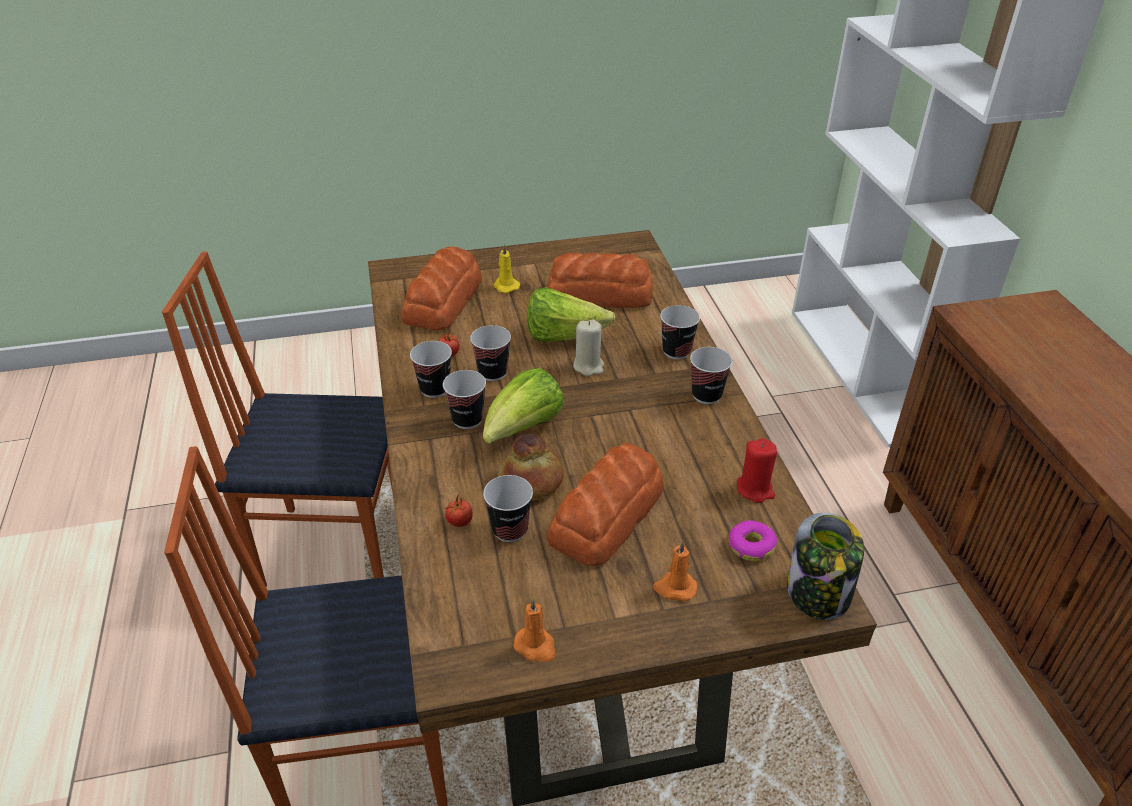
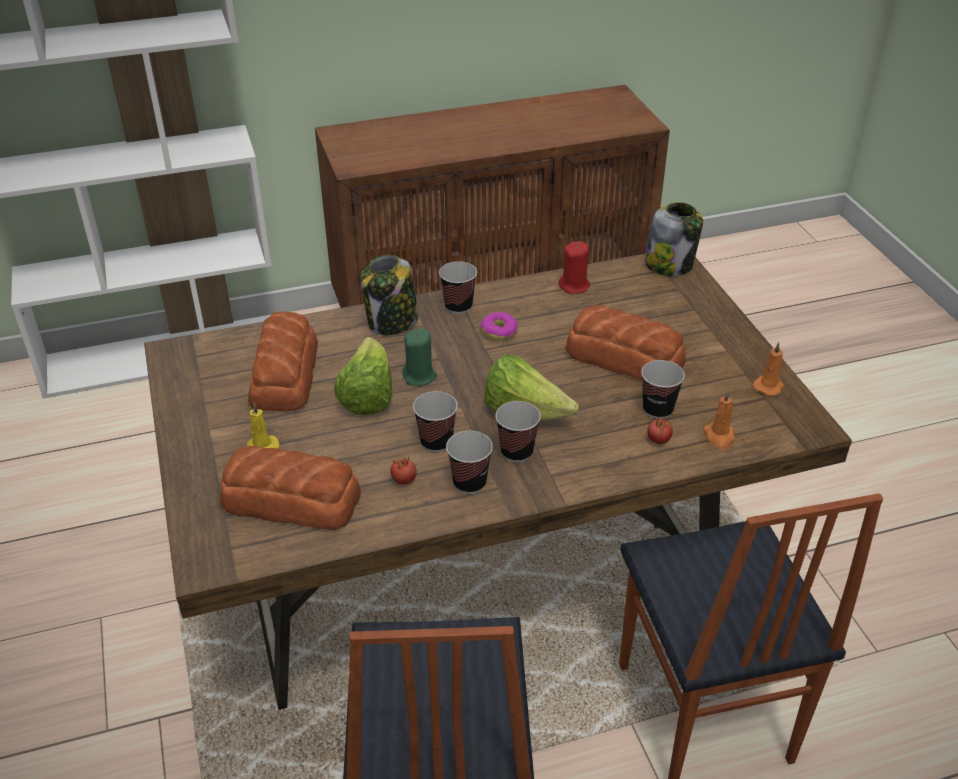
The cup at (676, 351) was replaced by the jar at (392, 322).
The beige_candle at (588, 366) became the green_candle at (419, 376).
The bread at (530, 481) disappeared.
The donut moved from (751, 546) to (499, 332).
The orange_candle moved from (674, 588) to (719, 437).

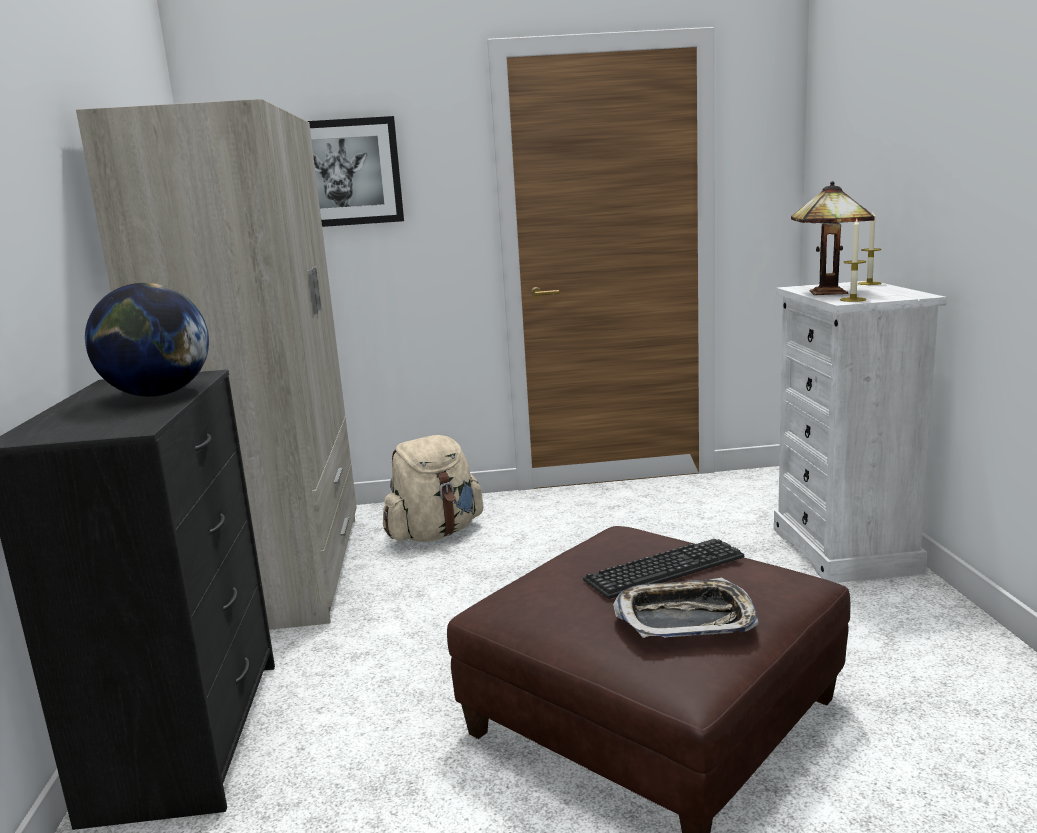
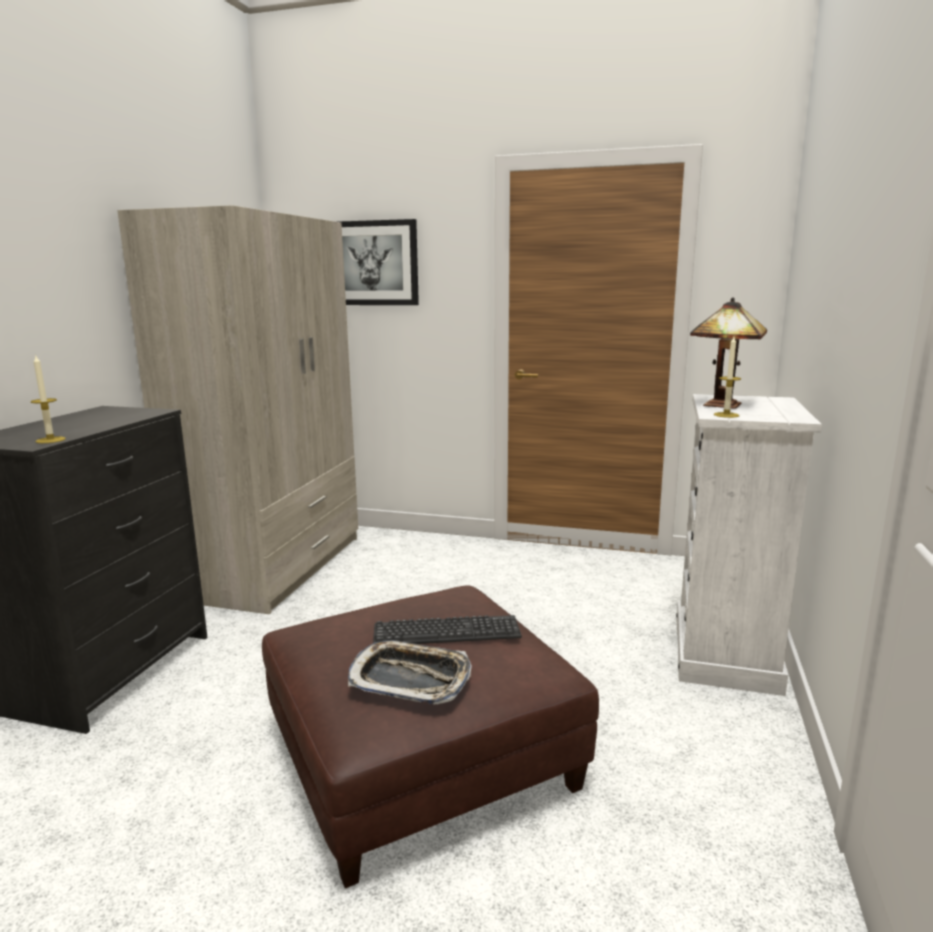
The candle moved from (869, 283) to (50, 440).
The globe at (158, 394) disappeared.
The beige_backpack at (435, 534) disappeared.

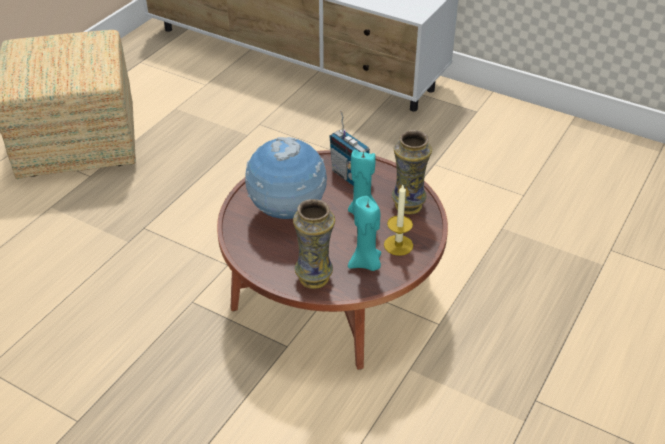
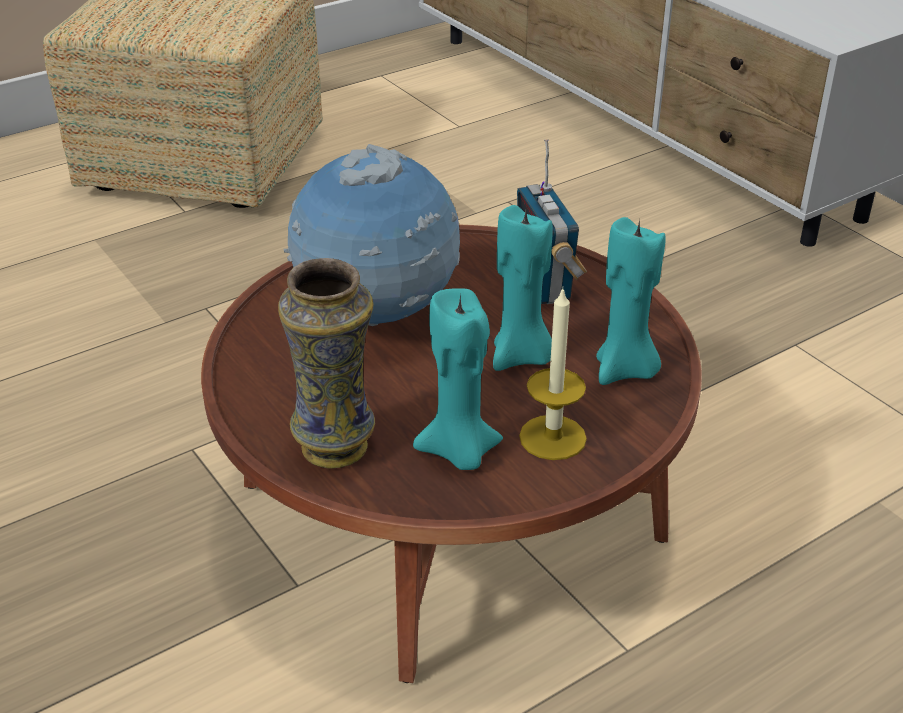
The vase at (408, 206) was replaced by the turquoise_candle at (625, 370).

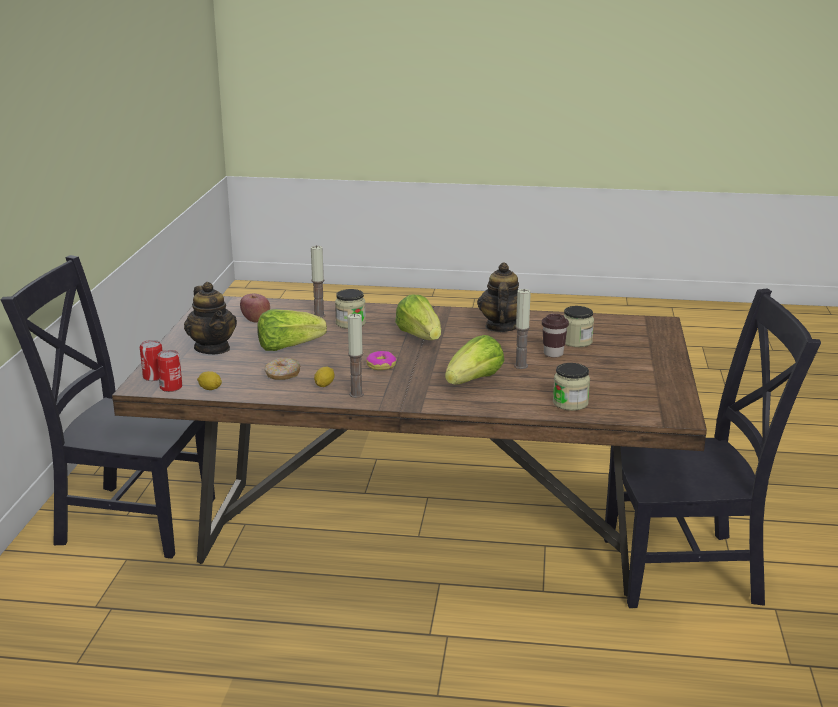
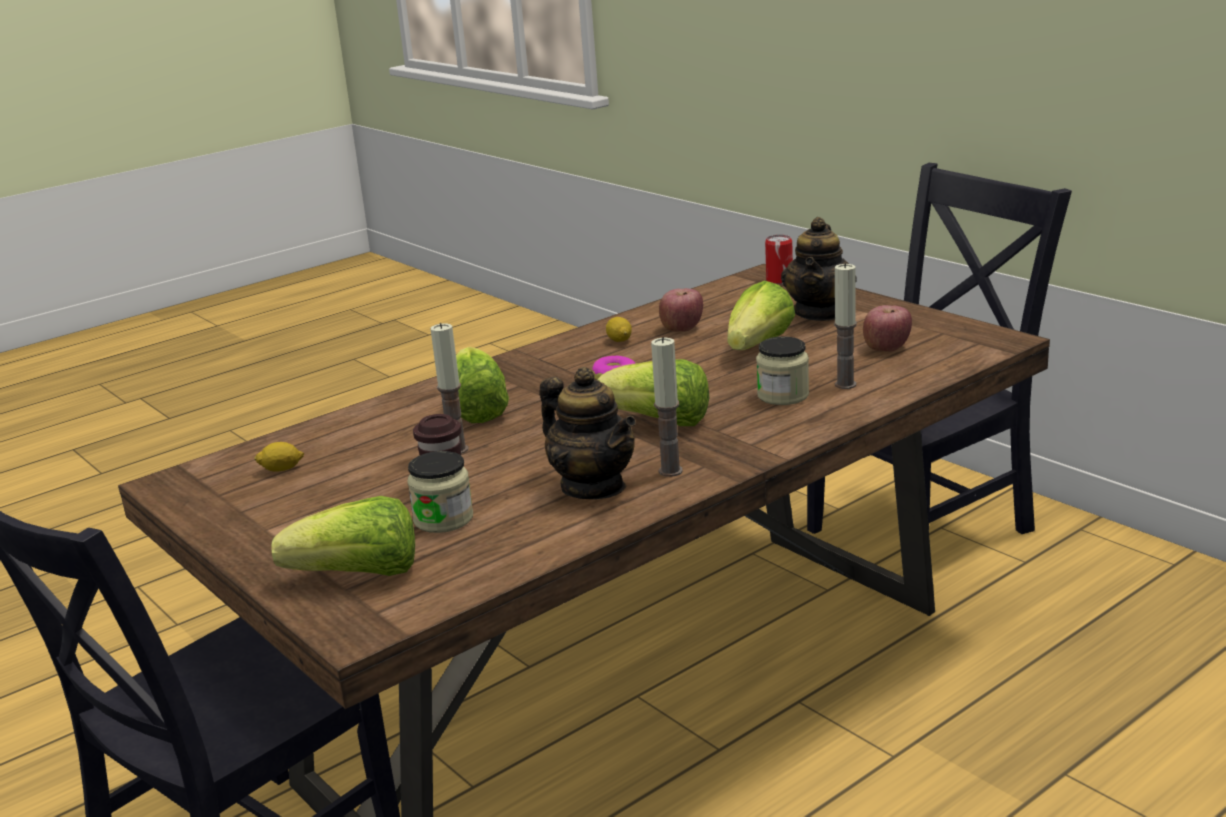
The teapot at (212, 348) turned 90 degrees counterclockwise.
The candle moved from (356, 394) to (670, 471).
The can at (171, 387) disappeared.
The donut at (282, 375) was replaced by the apple at (681, 328).
The jar at (570, 403) disappeared.
The lemon moved from (210, 388) to (282, 469).
The lettuce at (359, 575) appeared.

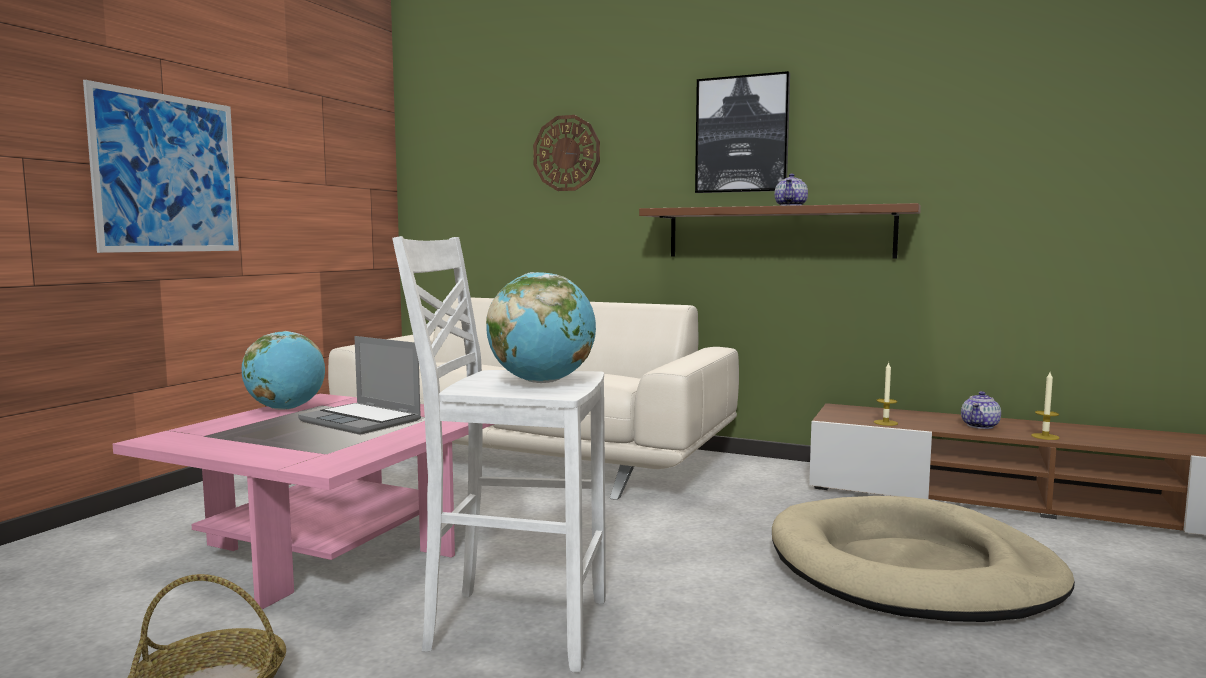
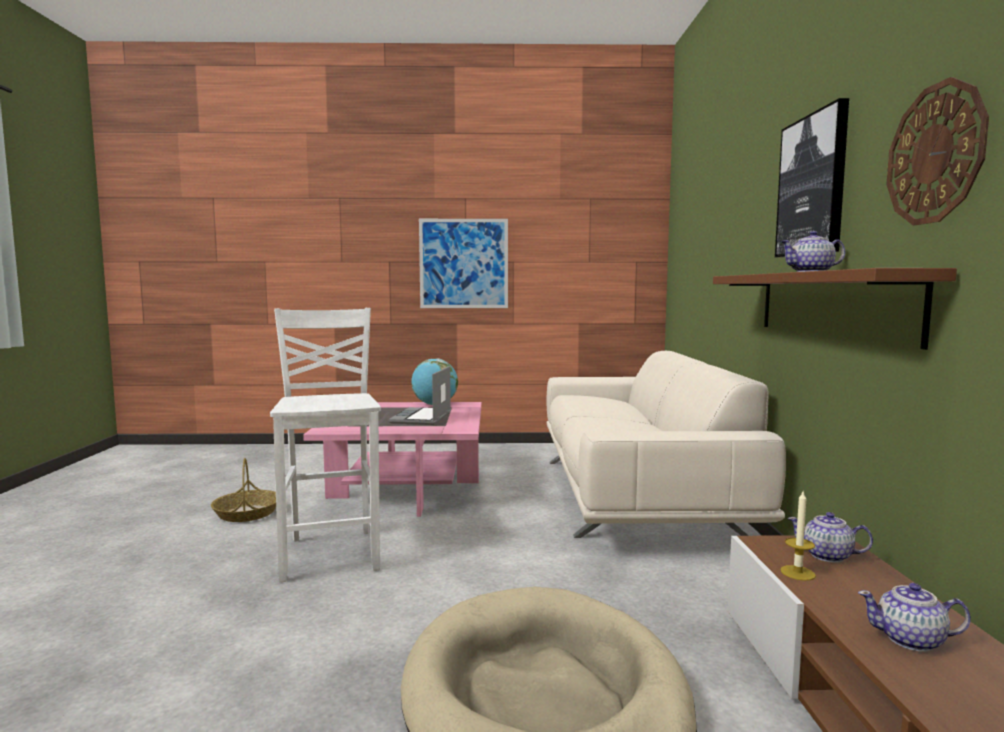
The wall_clock moved from (566, 153) to (935, 154).
The globe at (542, 382) disappeared.
The candle at (1045, 436) disappeared.
The teapot at (828, 556) appeared.

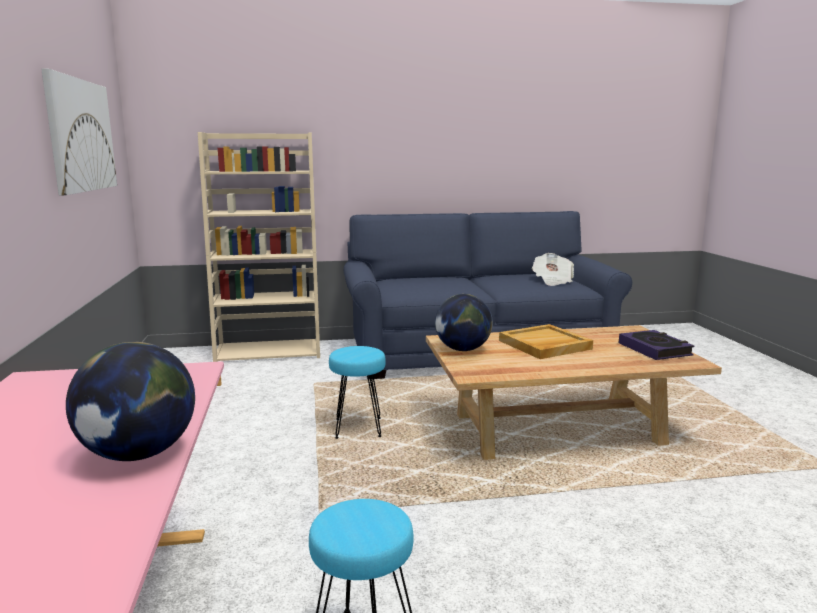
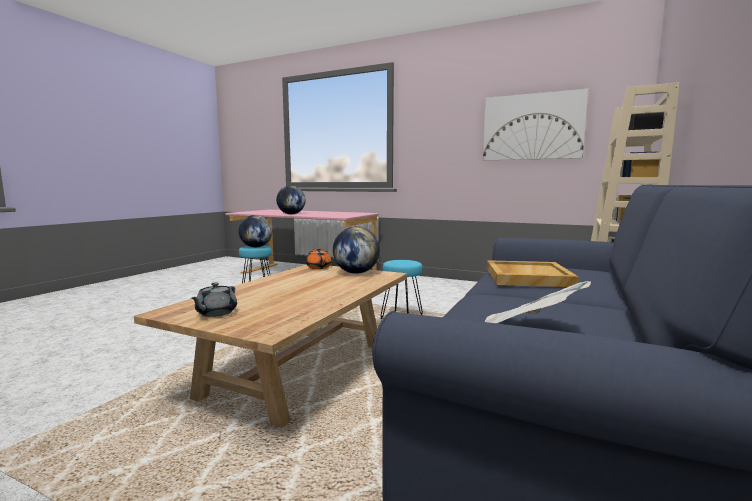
The beige_tray moved from (544, 345) to (526, 277).
The book at (654, 349) was replaced by the grey_teapot at (215, 313).
The globe at (256, 247) appeared.
The orange_teapot at (318, 267) appeared.

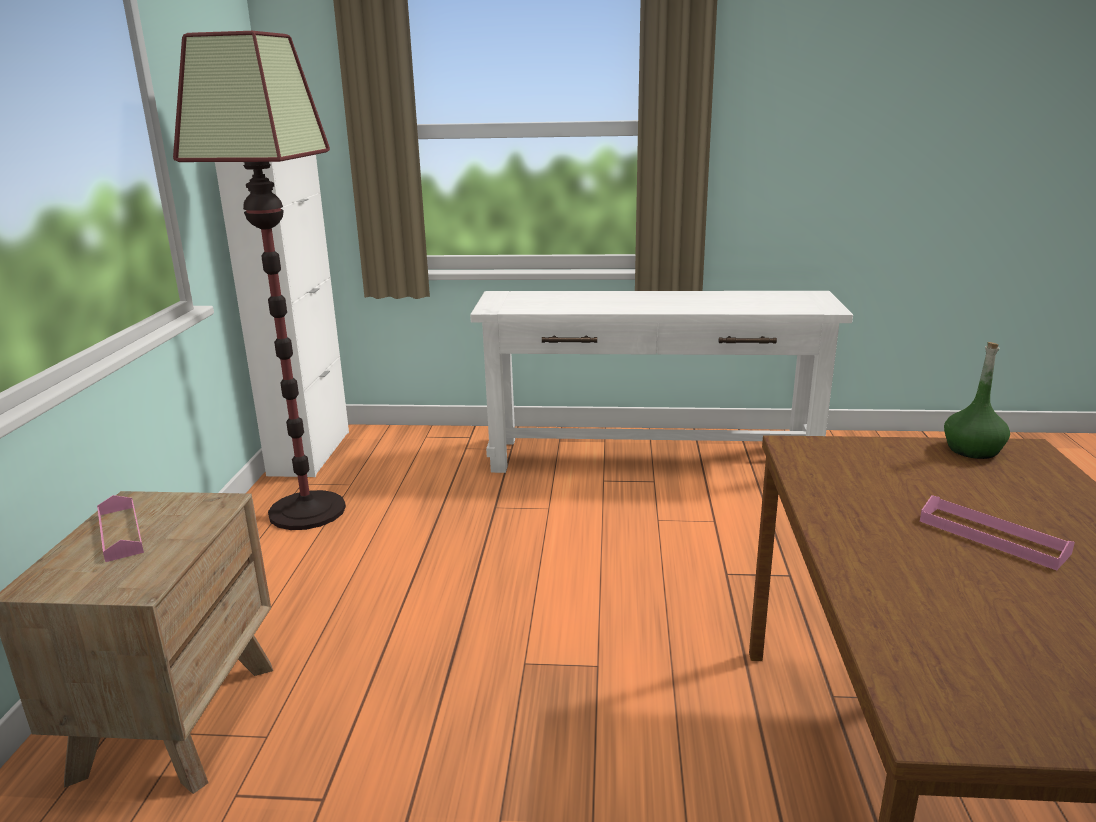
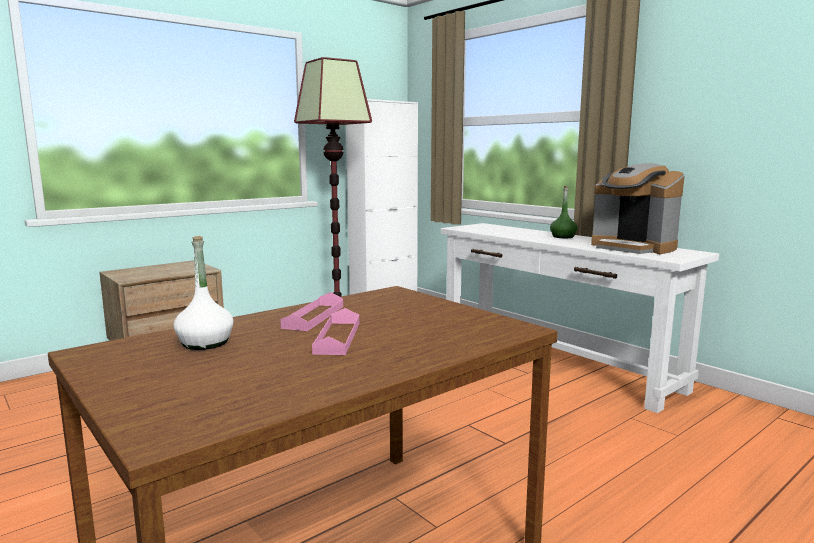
The green_bottle moved from (972, 450) to (563, 237).
The pink_tray moved from (120, 533) to (314, 317).
The coffee_machine at (633, 248) appeared.
The white_bottle at (205, 343) appeared.

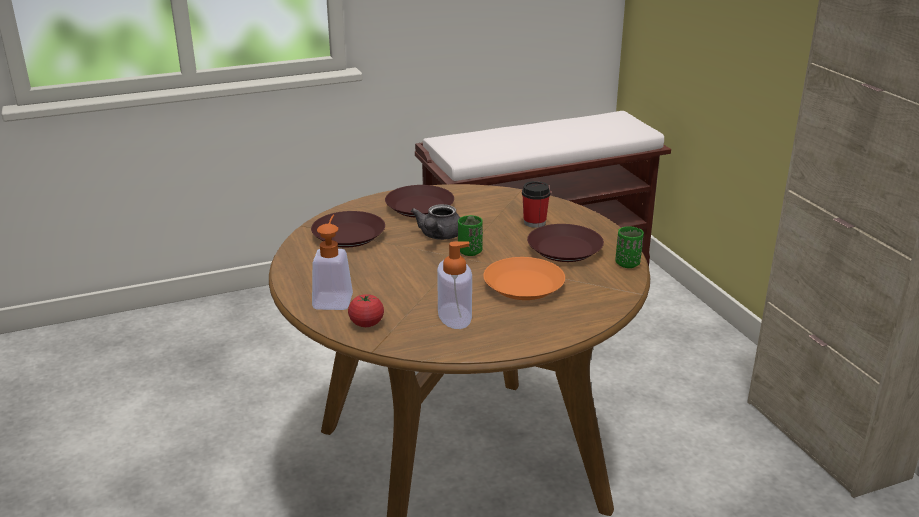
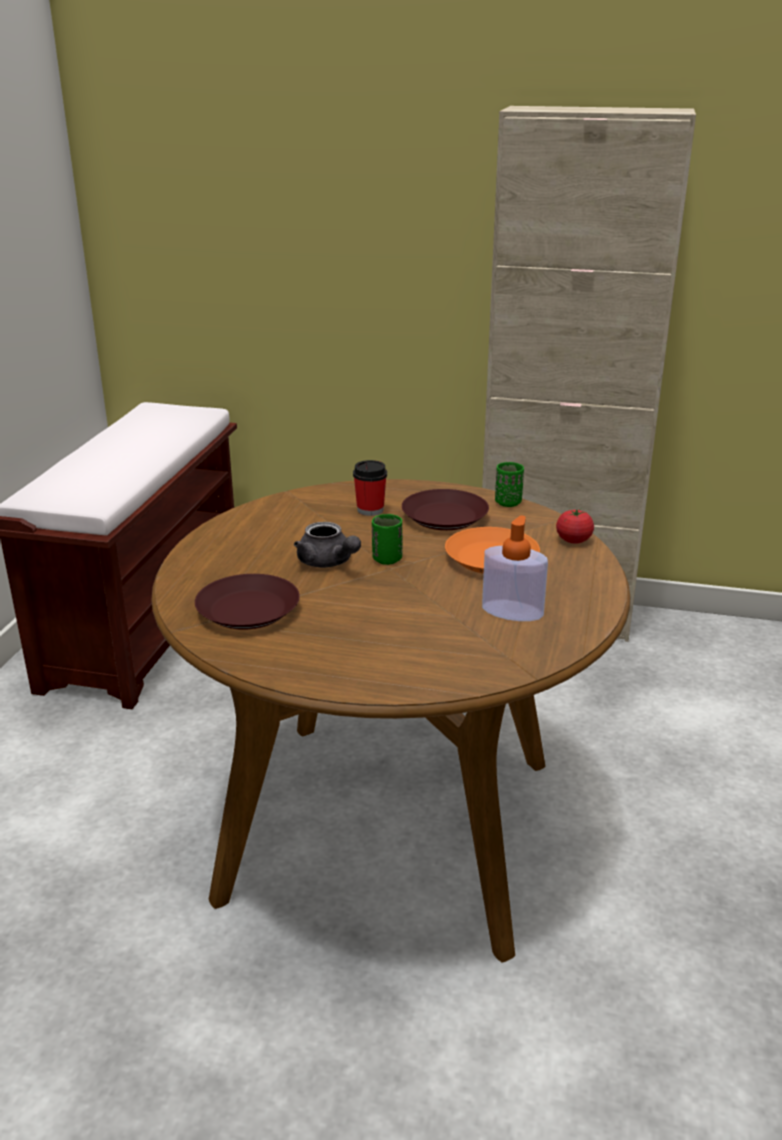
The brown_plate at (419, 207) disappeared.
The soap_dispenser at (334, 298) disappeared.
The tomato moved from (366, 323) to (573, 540).

